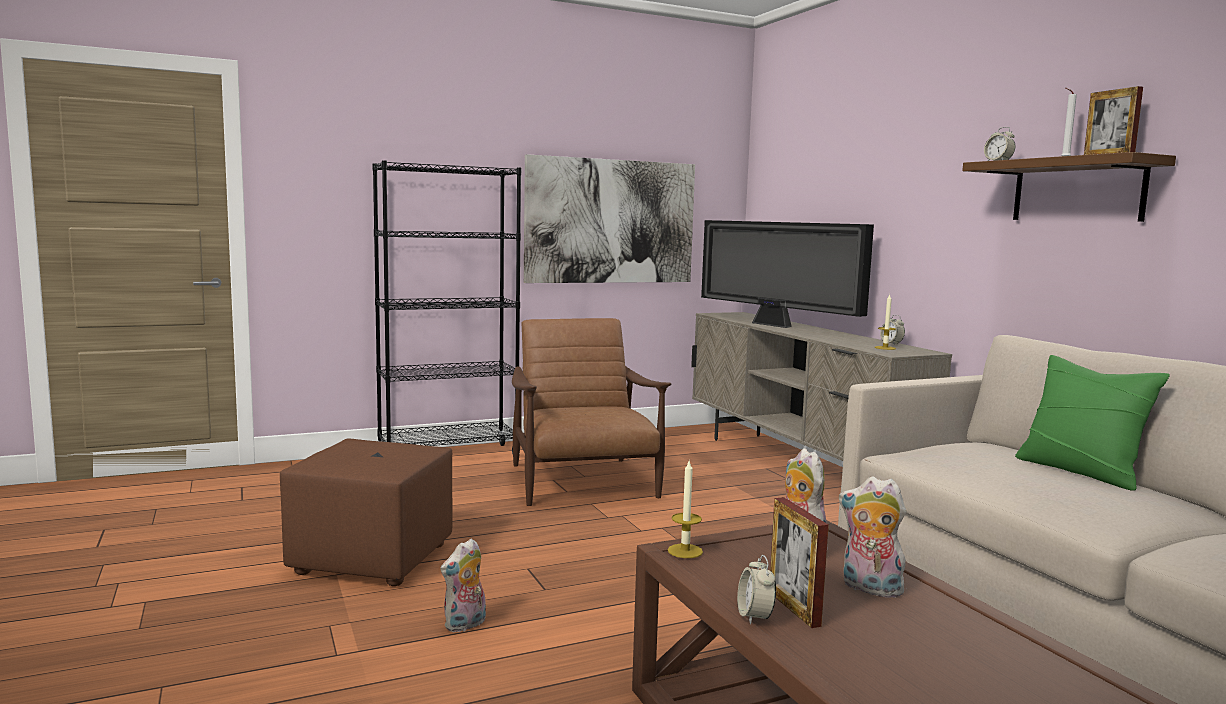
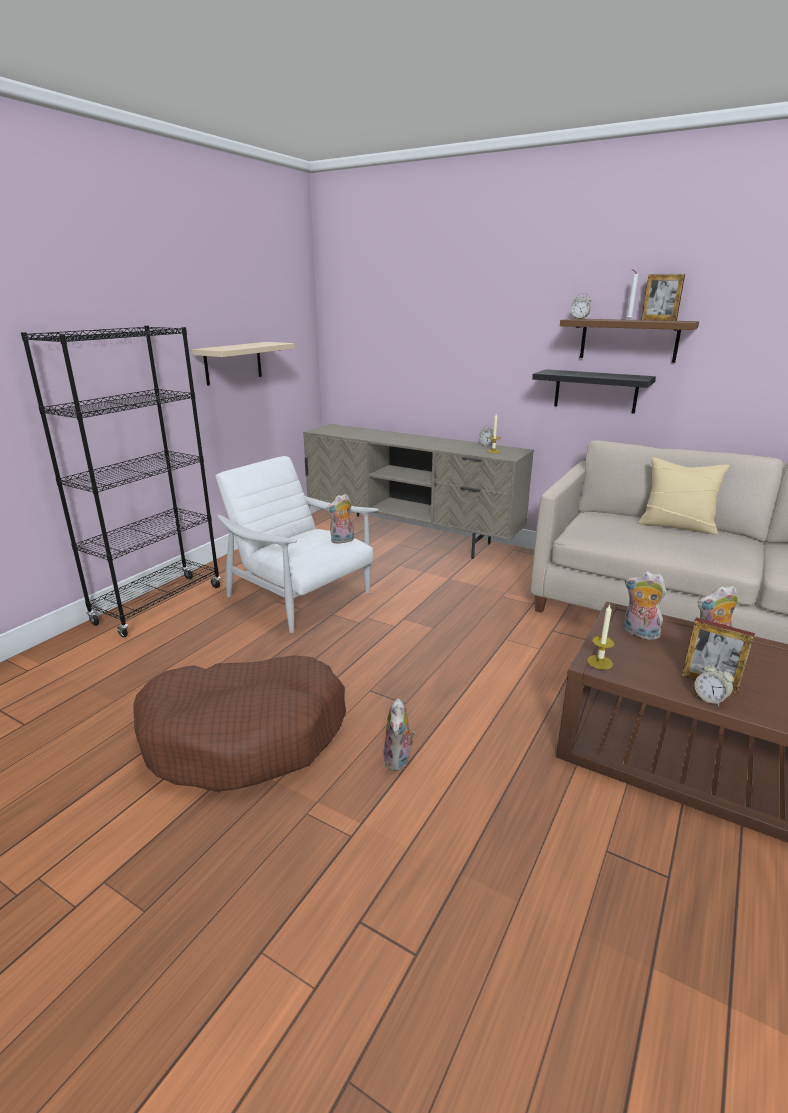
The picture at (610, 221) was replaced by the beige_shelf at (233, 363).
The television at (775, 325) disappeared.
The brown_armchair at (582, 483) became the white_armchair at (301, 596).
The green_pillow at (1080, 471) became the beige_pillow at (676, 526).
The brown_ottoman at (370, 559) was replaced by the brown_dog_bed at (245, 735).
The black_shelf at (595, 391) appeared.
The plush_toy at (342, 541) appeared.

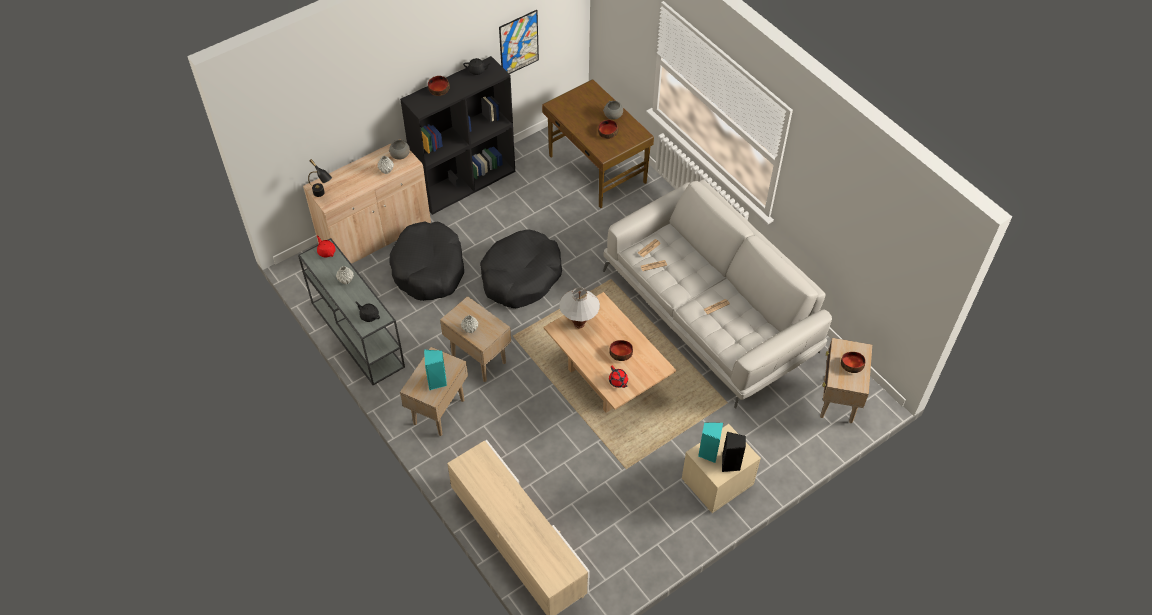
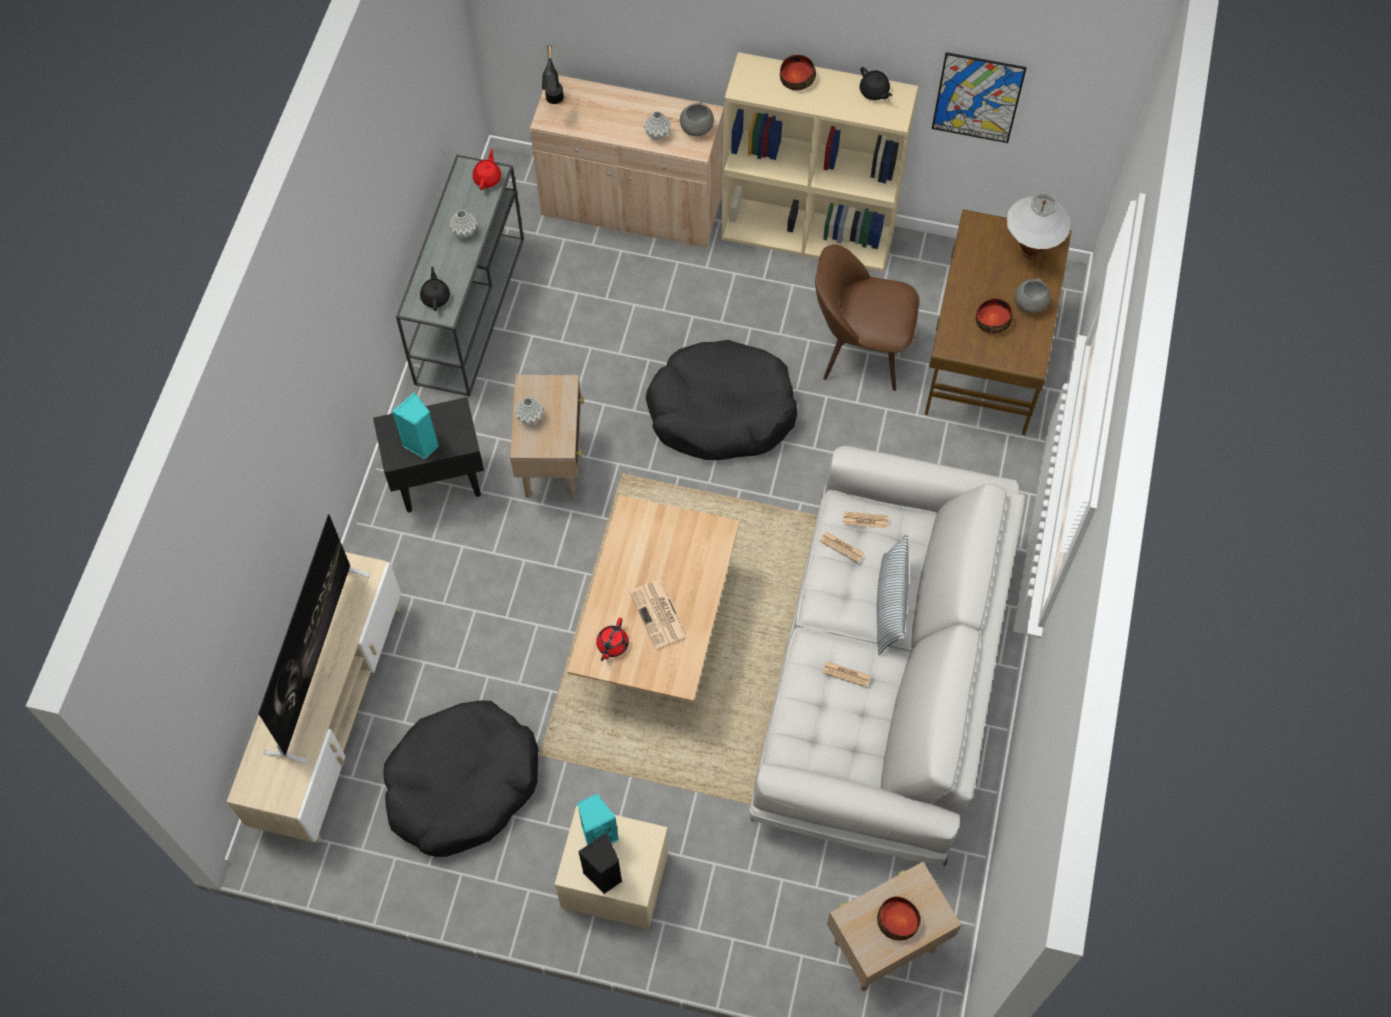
The black_bookcase at (465, 182) became the beige_bookcase at (809, 233).
The black_dog_bed moved from (429, 269) to (462, 784).
The white_table_lamp moved from (579, 324) to (1029, 252).
The bowl at (621, 353) was replaced by the newspaper at (659, 615).
The beige_side_table at (438, 412) became the black_side_table at (438, 482).
The brown_chair at (860, 348) appeared.
The television at (318, 661) appeared.
The pillow at (890, 605) appeared.

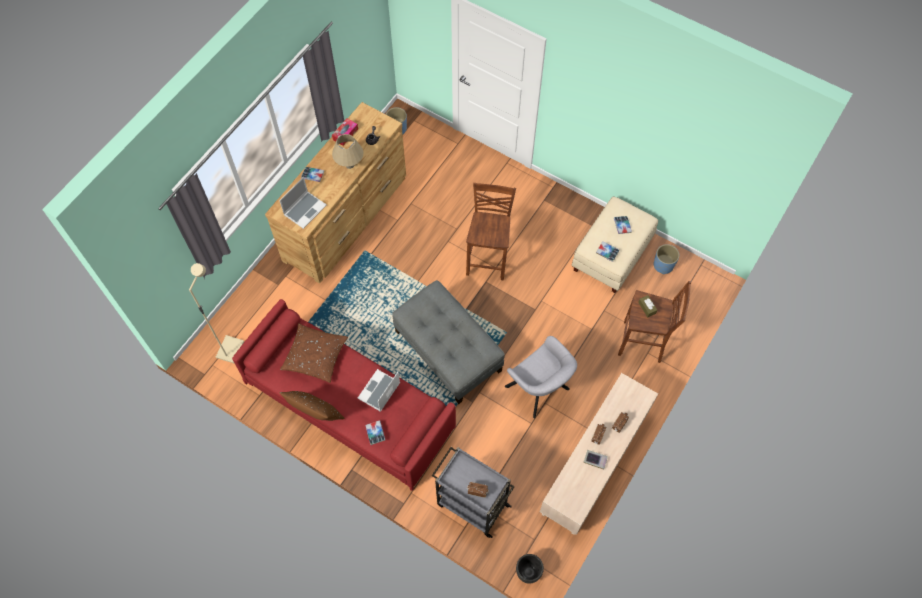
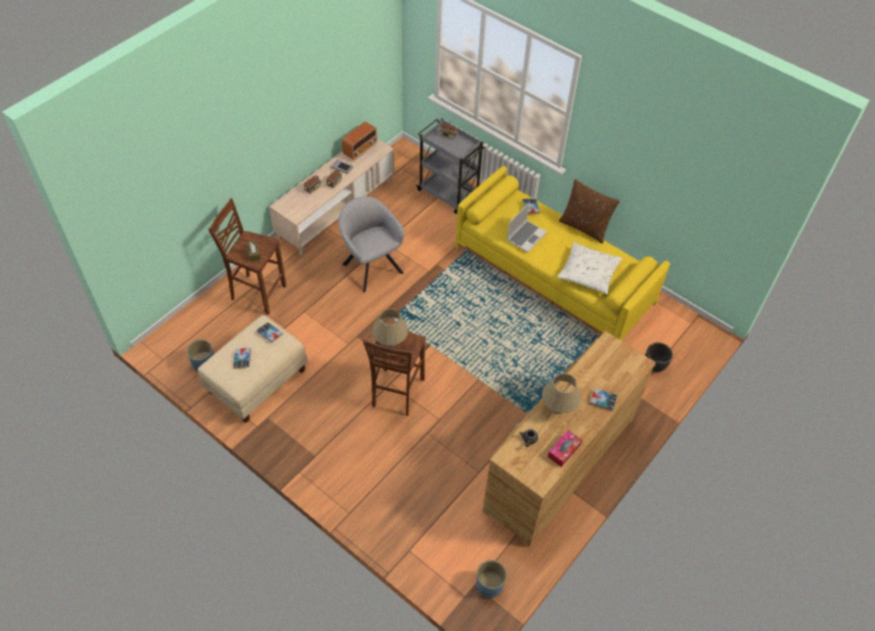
The laptop at (305, 210) disappeared.
The beige_floor_lamp at (230, 349) disappeared.
The grey_ottoman at (447, 351) disappeared.
The red_sofa at (349, 405) became the yellow_sofa at (553, 275).
The brown_pillow at (315, 356) became the white_pillow at (588, 272).
The black_planter moved from (528, 572) to (654, 366).
The radio at (360, 149) appeared.
The beige_table_lamp at (390, 344) appeared.

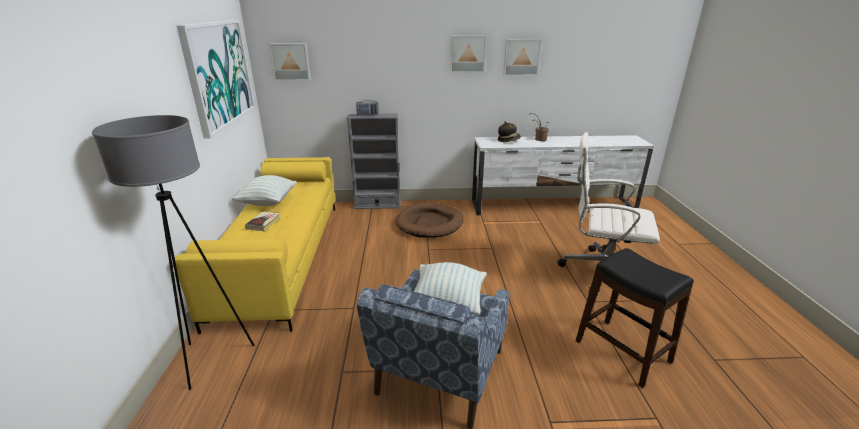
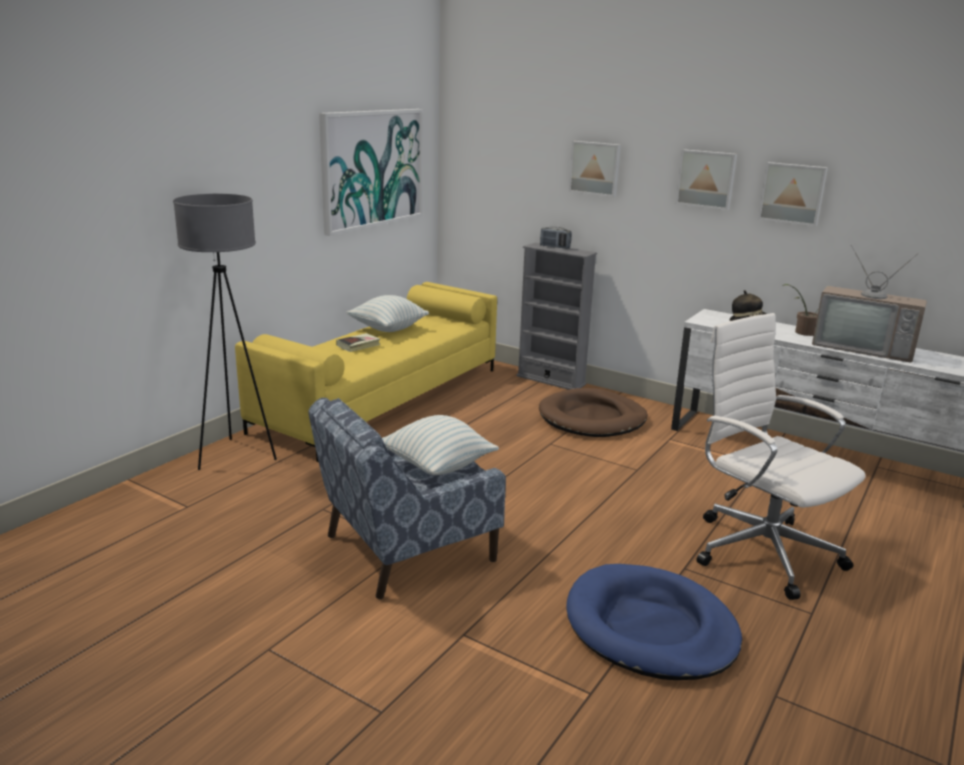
The picture moved from (290, 62) to (595, 168).
The black_stool at (622, 351) was replaced by the blue_dog_bed at (650, 627).
The television at (864, 347) appeared.

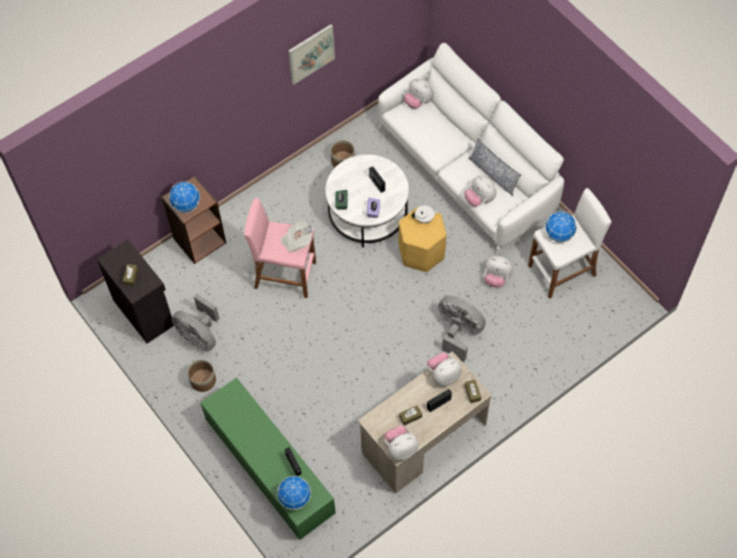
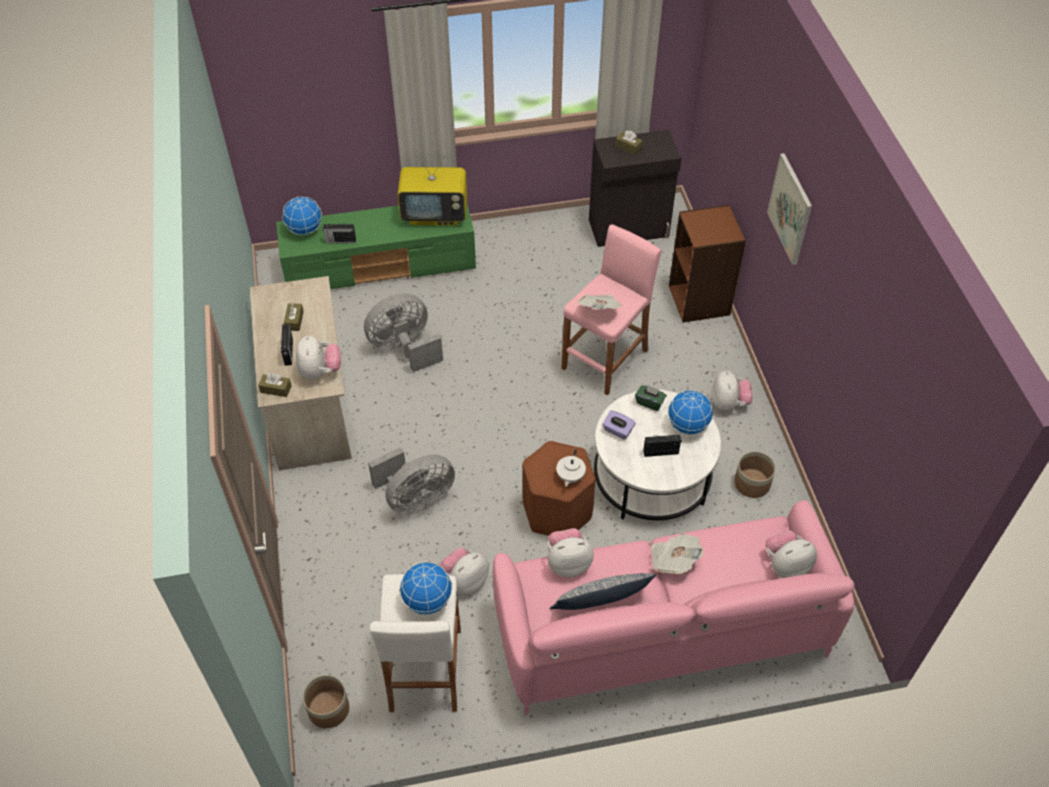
The picture moved from (311, 53) to (790, 209).
The white_sofa at (466, 171) became the pink_sofa at (661, 628).
The globe moved from (186, 205) to (687, 426).
The yellow_stool at (421, 252) became the brown_stool at (556, 511).
The grey_fan moved from (199, 336) to (404, 348).
The planter moved from (203, 380) to (328, 709).
The plush_toy moved from (400, 448) to (728, 403).
The television at (435, 214) appeared.
The newspaper at (673, 560) appeared.

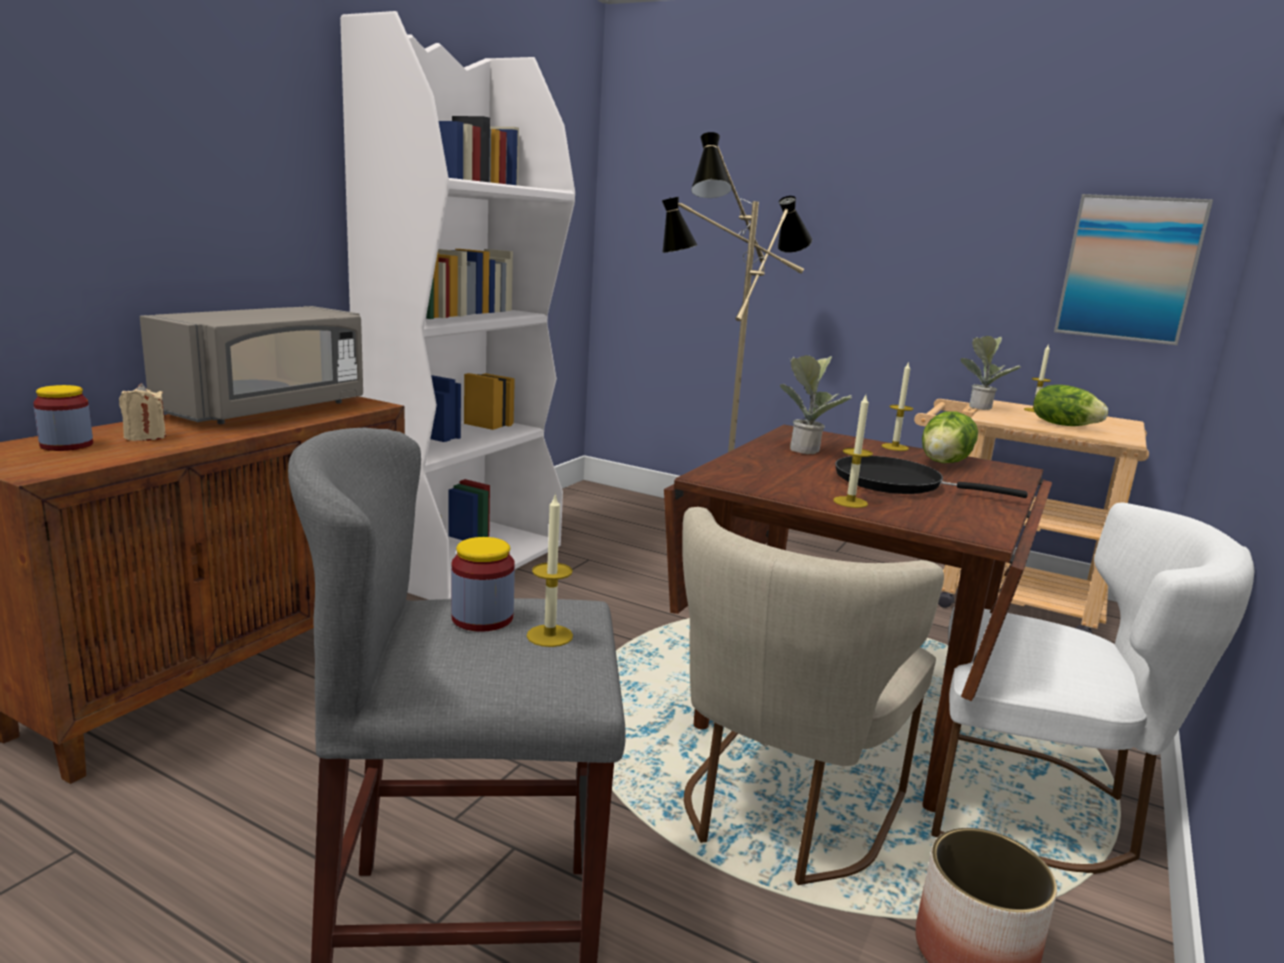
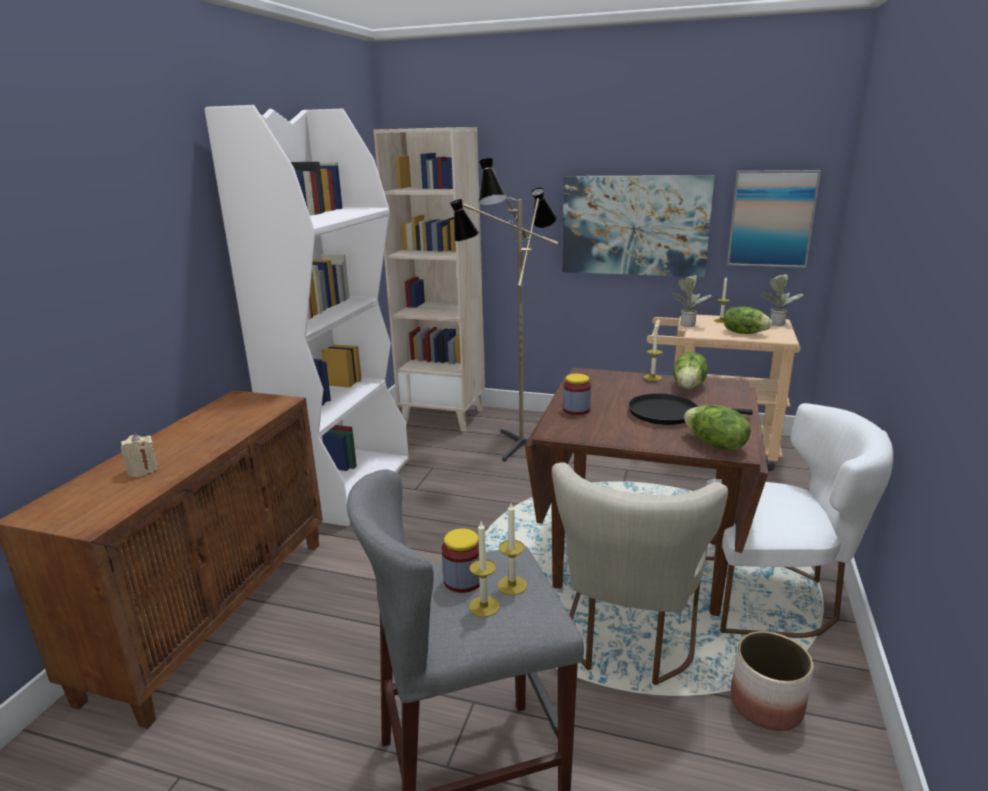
The grey_microwave at (268, 410) disappeared.
The potted_plant moved from (807, 449) to (776, 323).
The jar moved from (66, 445) to (576, 409).
The candle moved from (850, 502) to (484, 606).
The beige_bookcase at (444, 417) appeared.
The picture at (634, 225) appeared.
The lettuce at (714, 445) appeared.

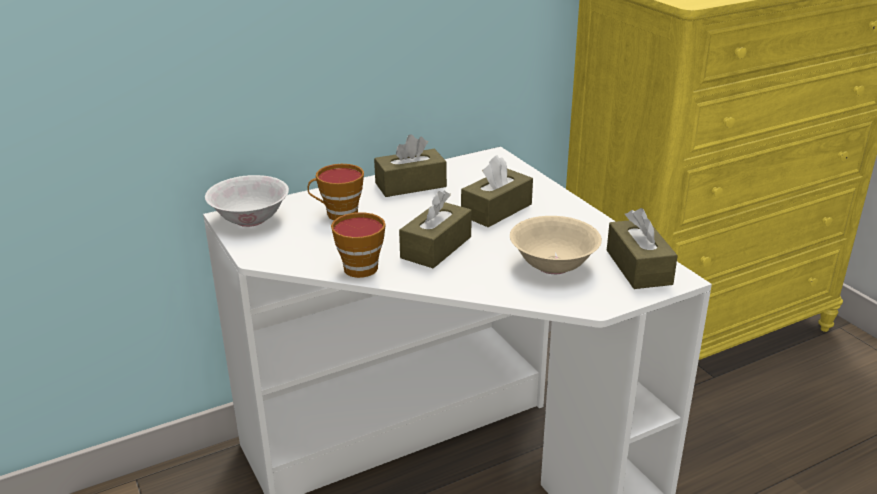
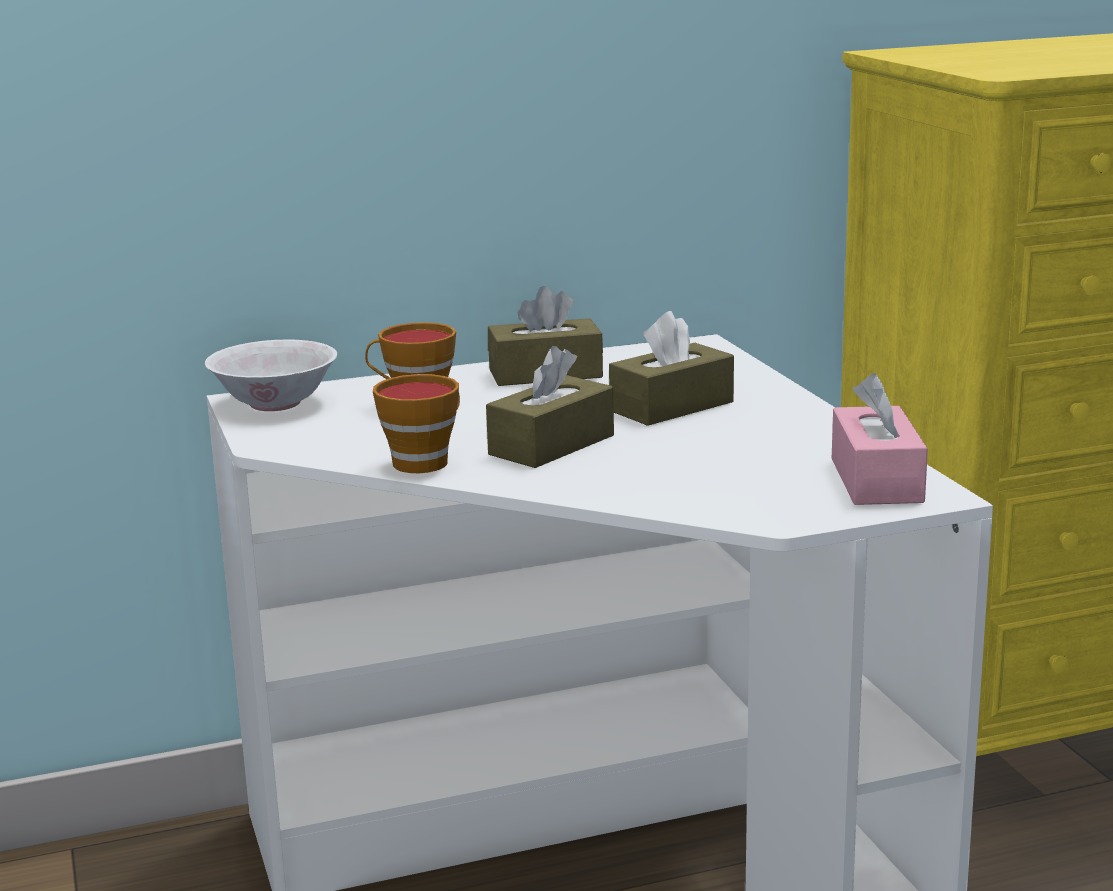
The brown_tissue_box at (638, 267) became the pink_tissue_box at (876, 480).
The beige_bowl at (553, 266) disappeared.

